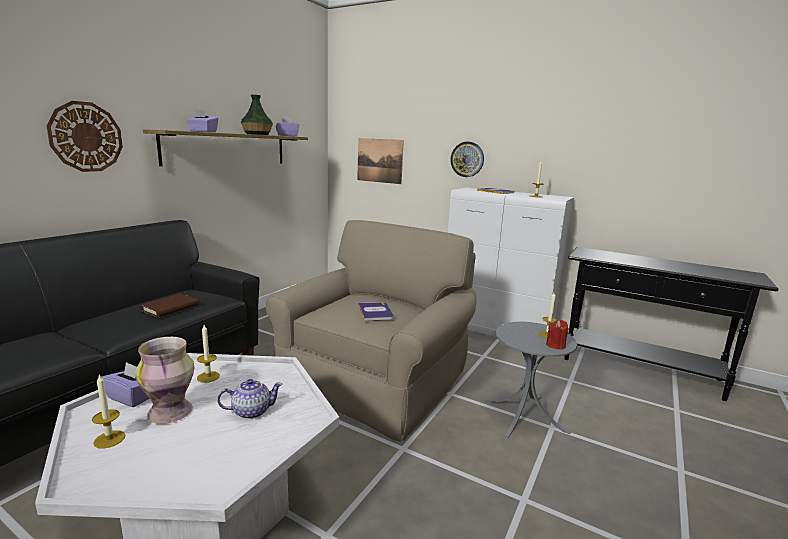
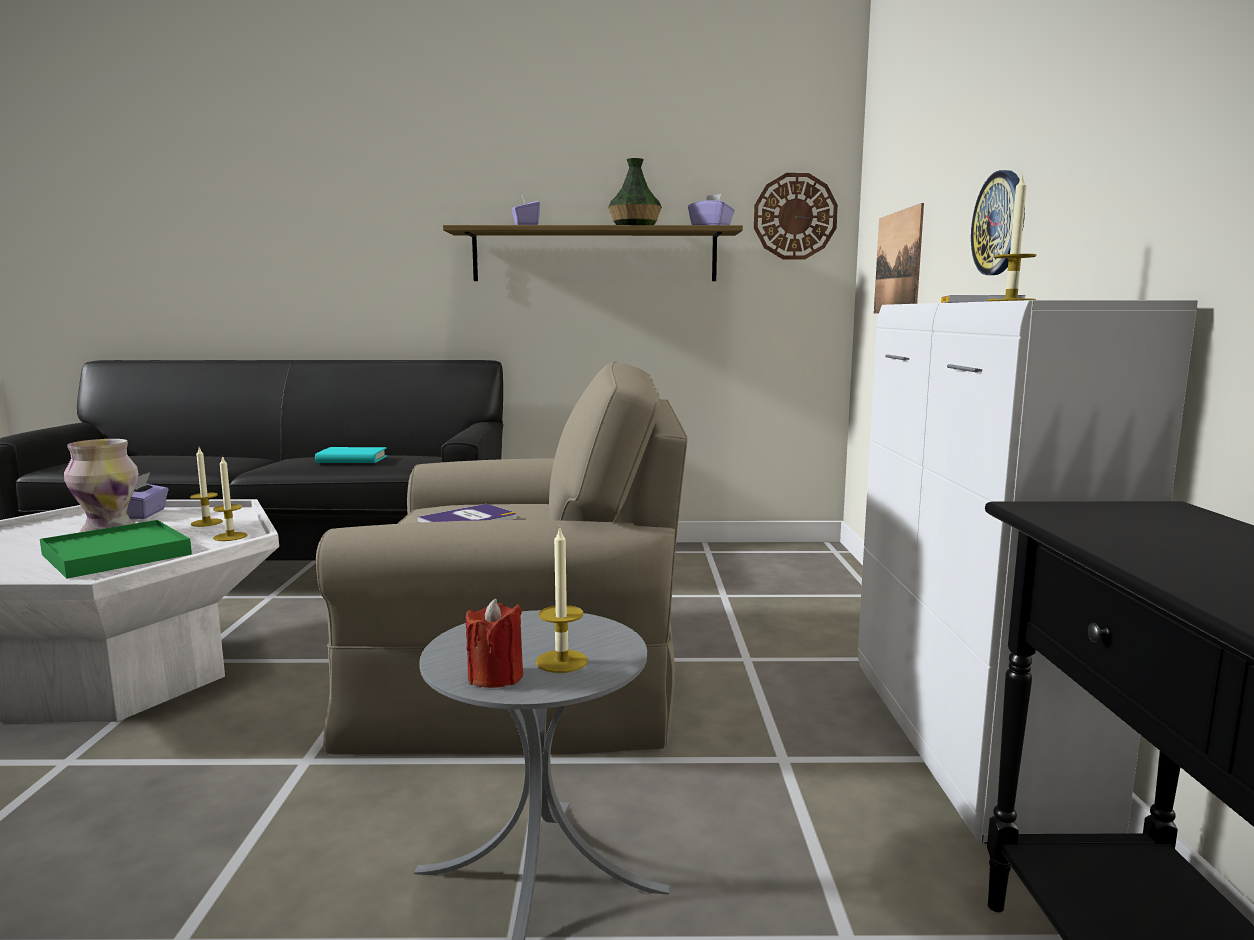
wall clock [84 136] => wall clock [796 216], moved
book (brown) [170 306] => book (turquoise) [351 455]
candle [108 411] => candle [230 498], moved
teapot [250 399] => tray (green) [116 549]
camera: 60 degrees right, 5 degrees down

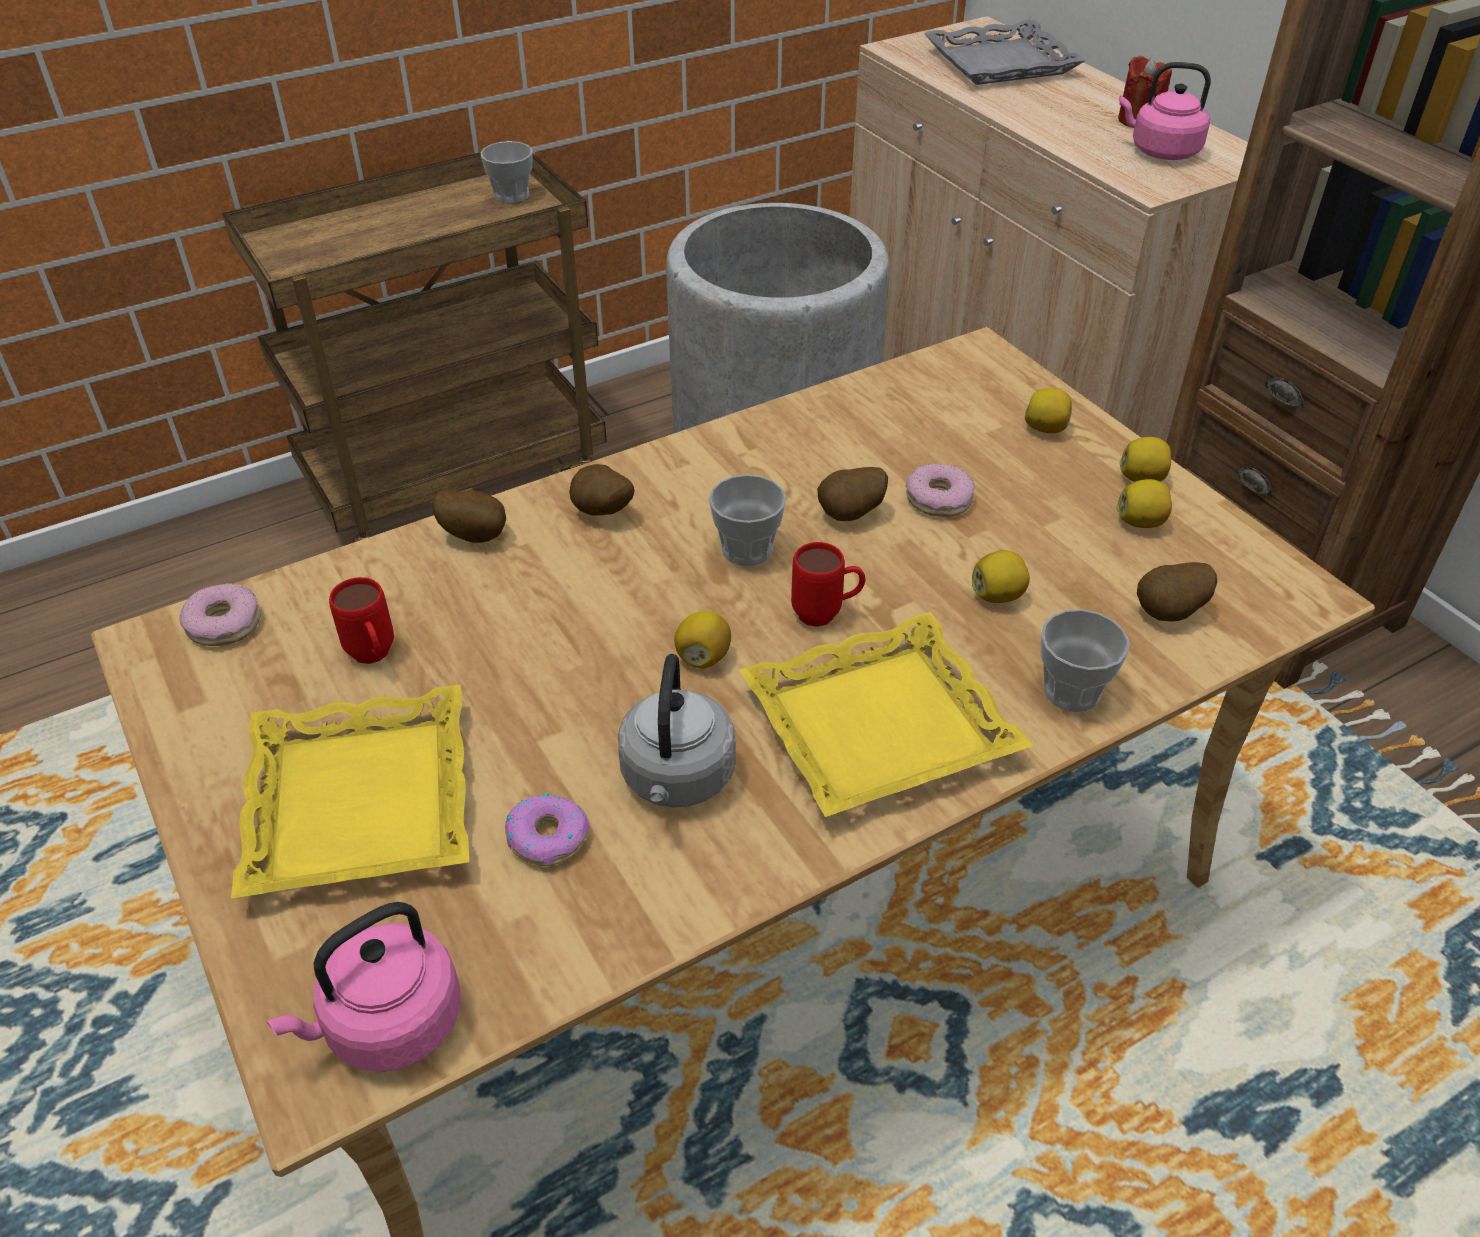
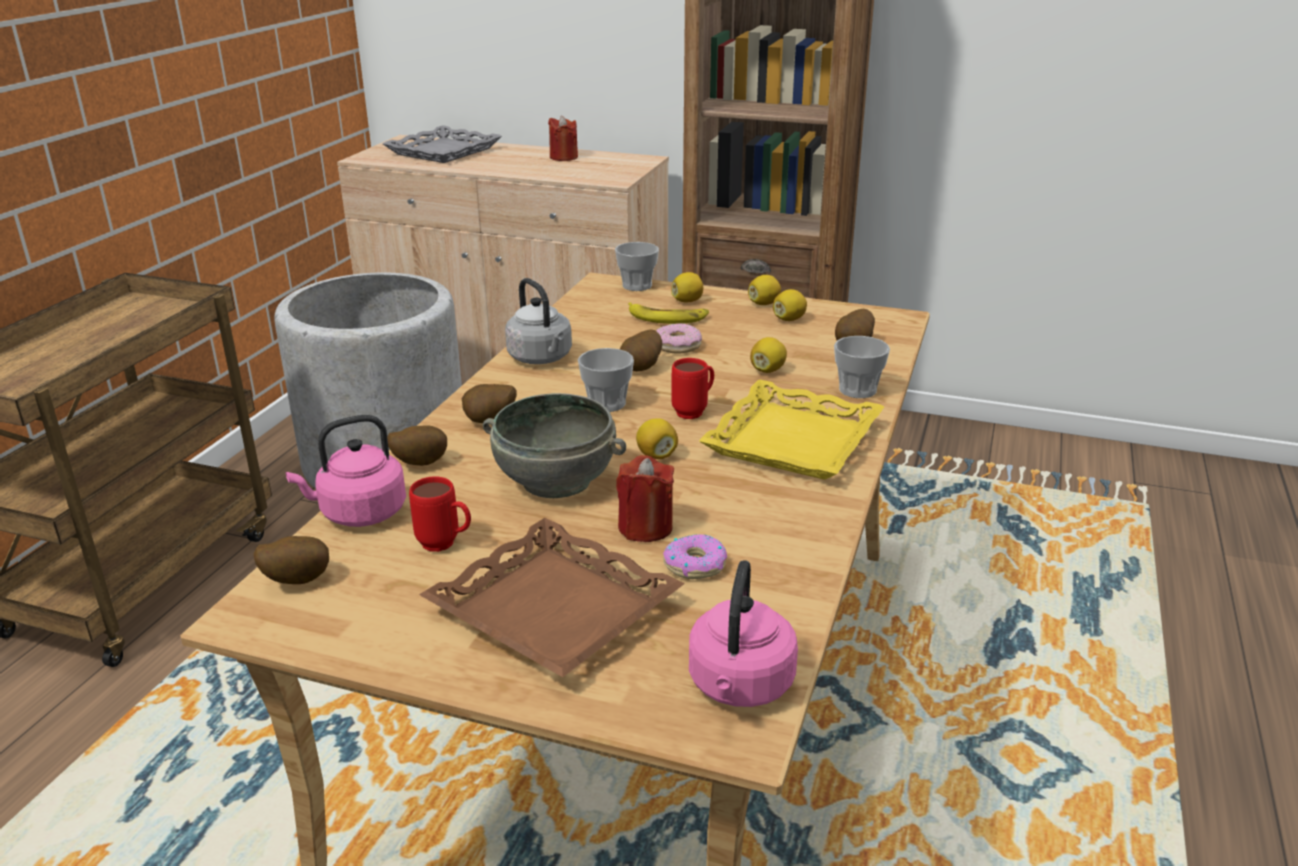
kettle (pink) [1165 111] => kettle (pink) [346 471], moved
cup [506 172] => cup [637 266], moved
donut [220 614] => potato [291 560]
kettle (grey) [677 730] => kettle (grey) [538 321], moved
tray (yellow) [350 791] => tray (brown) [552 597]
nothing => banana [668 313]
nothing => bowl (grey) [554 445]
nothing => candle (red) [645 498]
camera: 40 degrees left, 15 degrees down

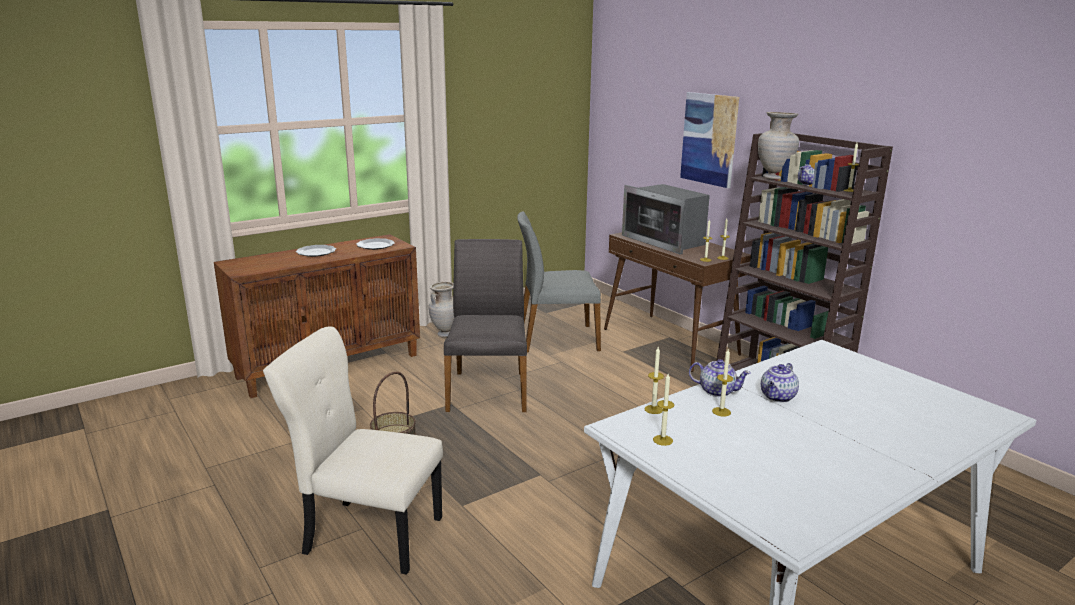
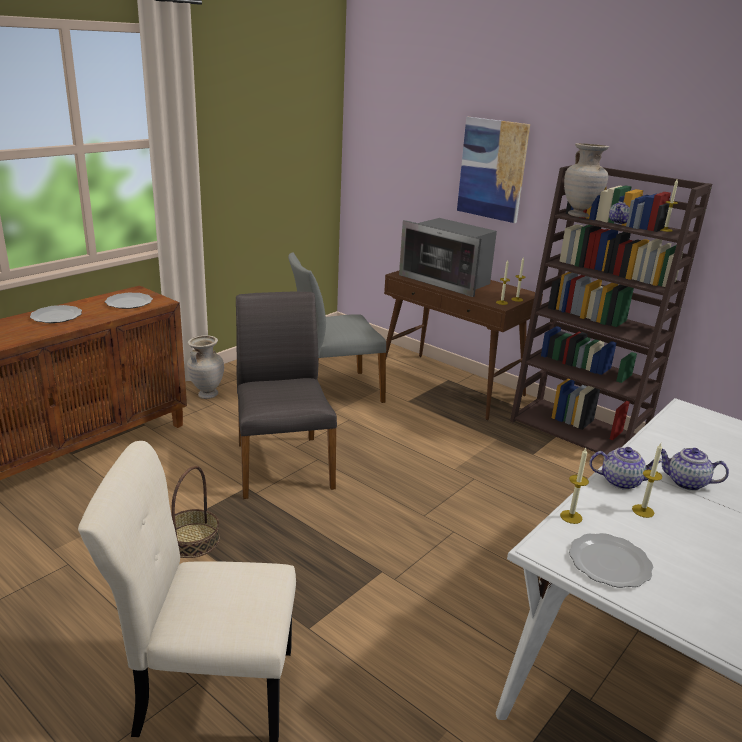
teapot [780 382] => teapot [695 469], 90 degrees clockwise
candle [664 410] => plate [611 560]
camera: 15 degrees left, 5 degrees up

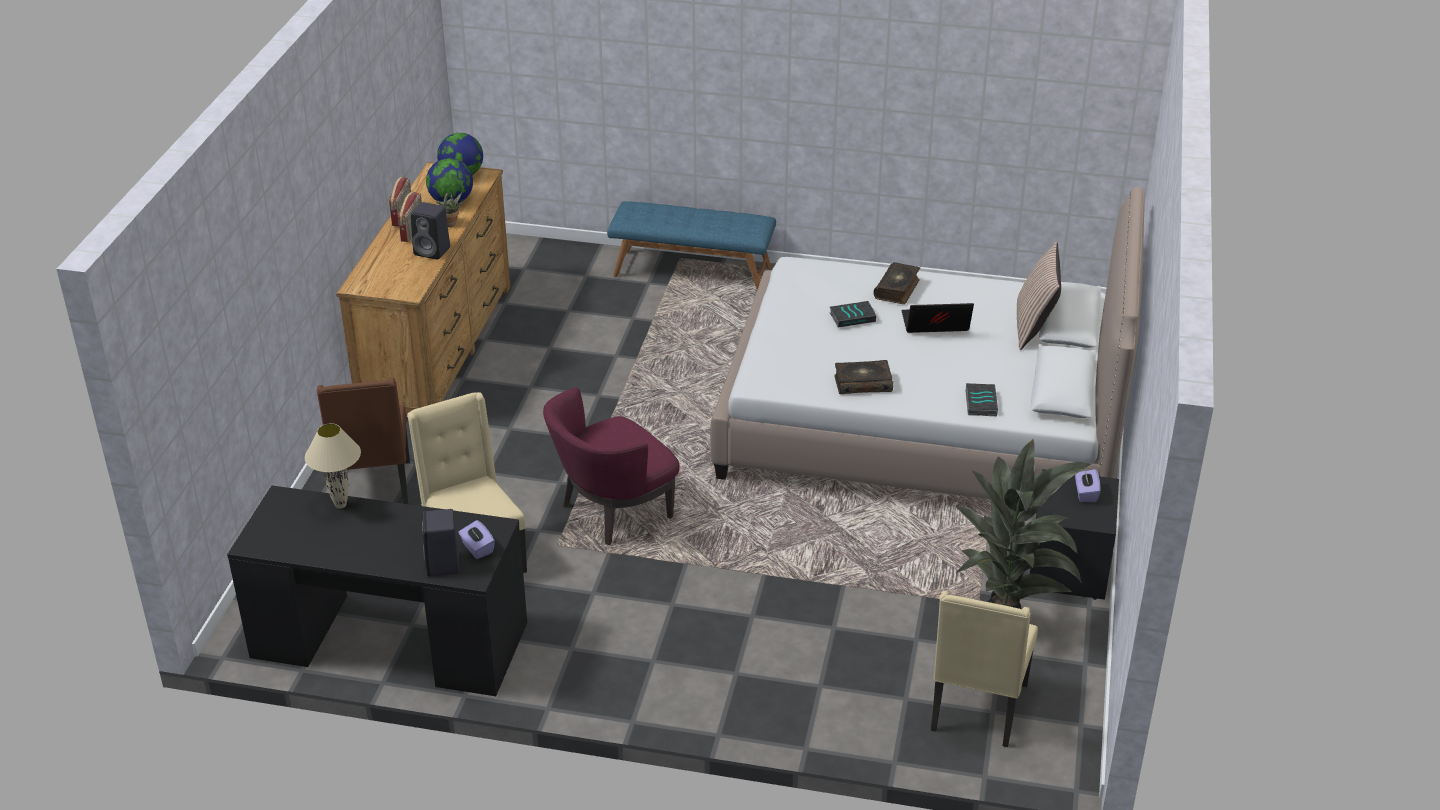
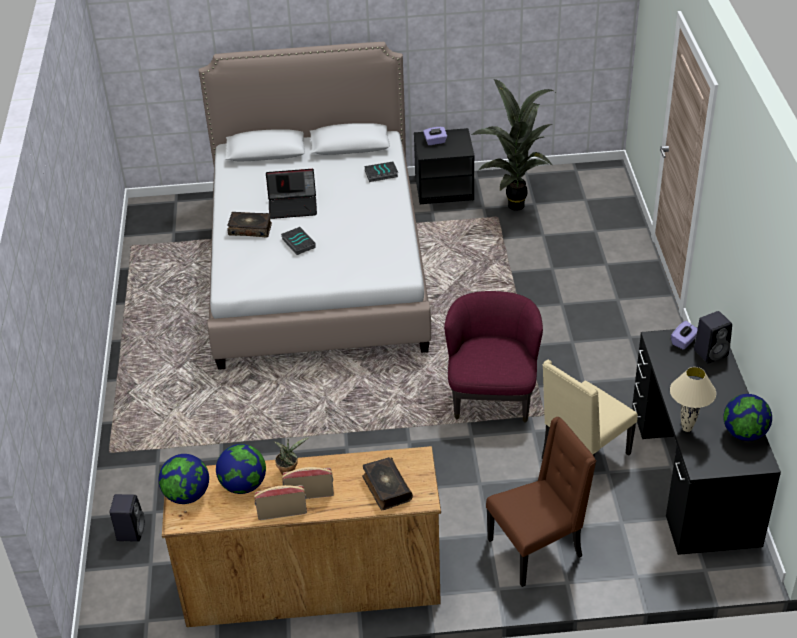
bench (blue) [691 245] => nothing
speaker (black) [430 231] => speaker (black) [127 518], moved
pillow [1039 296] => nothing
laptop [938 318] => laptop [291 194], 75 degrees counterclockwise
book [863 377] => book [387 483], moved
armchair (purple) [611 466] => armchair (purple) [493 357], 120 degrees counterclockwise
chair (beige) [984 669] => nothing
nothing => globe [747 417]
camera: 105 degrees left, 5 degrees up

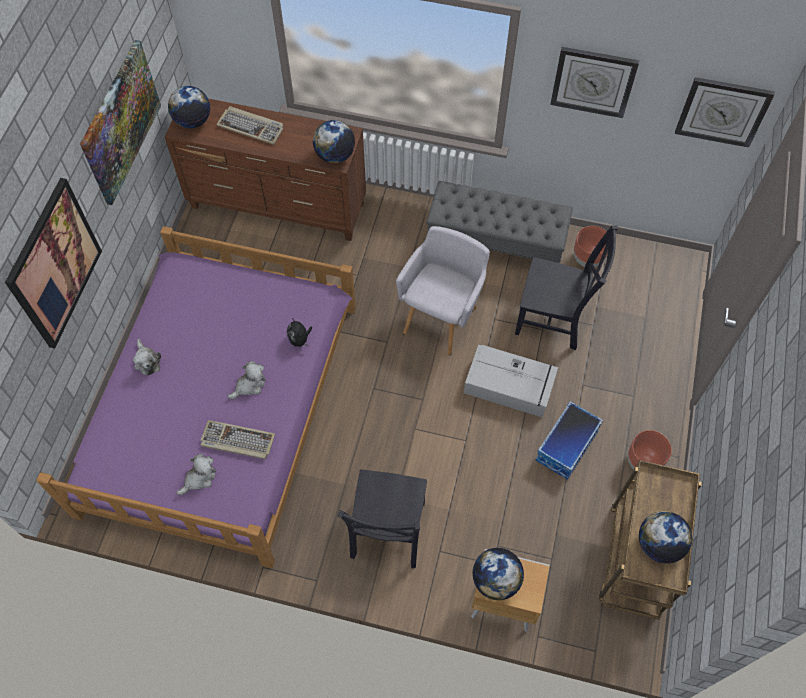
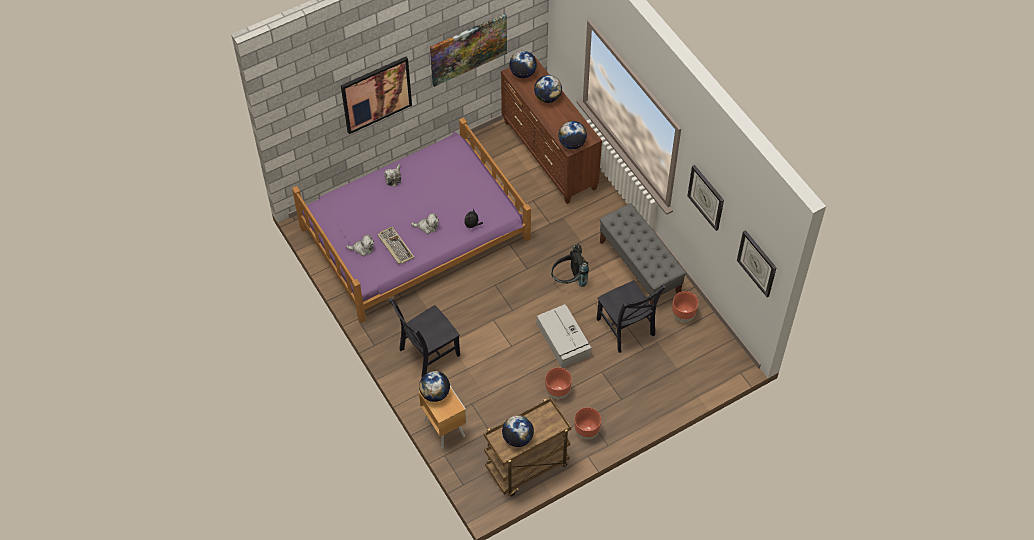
keyboard [249 125] => globe [548 89]
armchair (grey) [443 290] => backpack (black) [570 265]
storage box [569 440] => planter (brown) [558 383]
camera: 45 degrees right, 5 degrees down

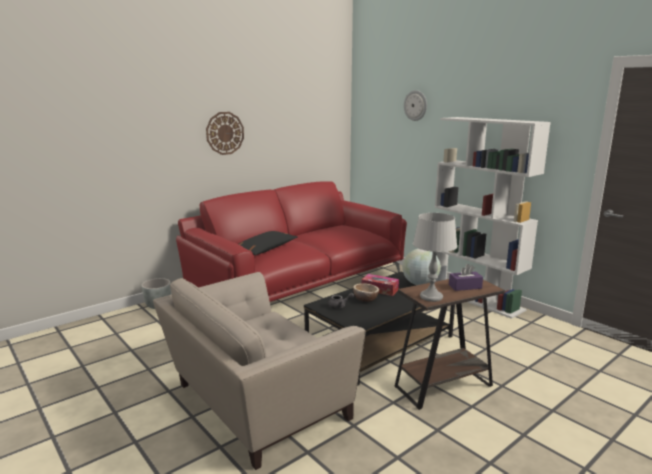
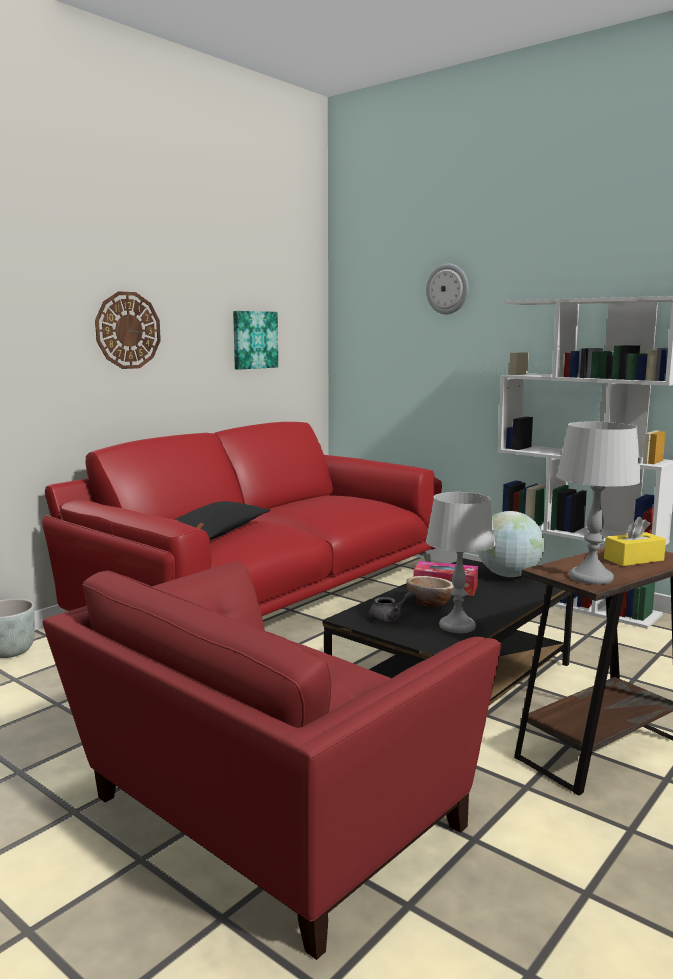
tissue box (purple) [466 277] => tissue box (yellow) [635 541]
armchair (beige) [259 371] => armchair (red) [271 761]
nothing => picture [255 340]
nothing => table lamp (grey) [461 562]
camera: 10 degrees left, 5 degrees down

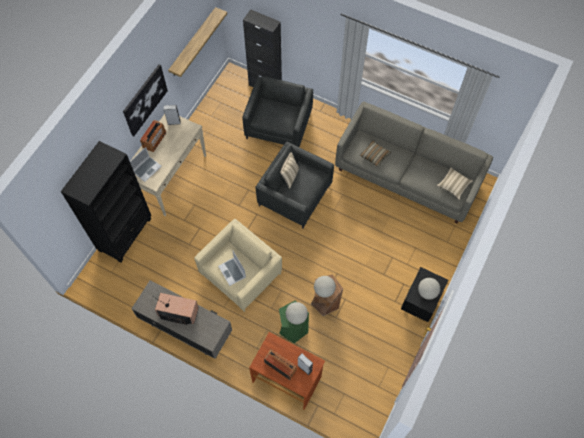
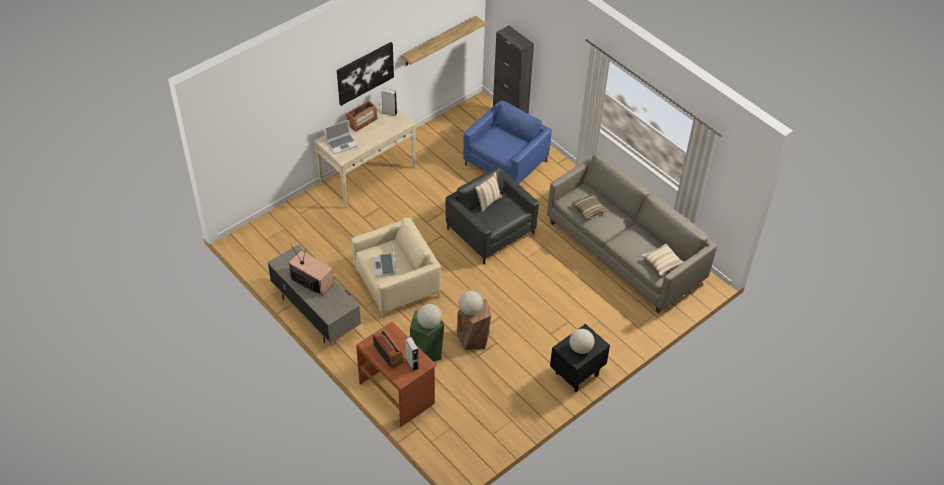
armchair (grey) [278 111] => armchair (blue) [507 142]
bookcase (black) [106 201] => nothing
camera: 20 degrees right, 15 degrees down

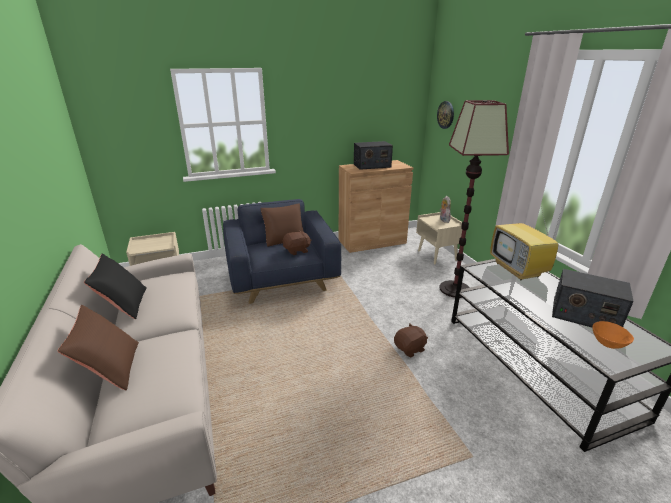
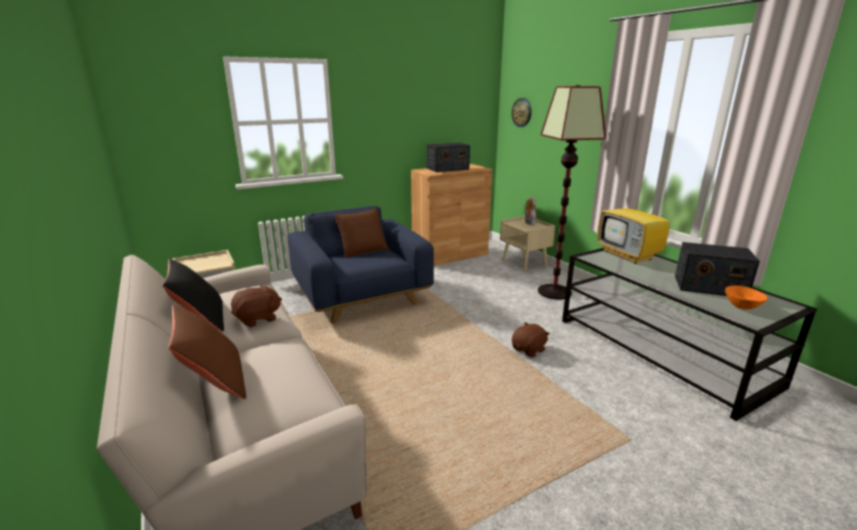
plush toy (brown) [297 242] => plush toy (brown) [256 305], moved
camera: 10 degrees left, 5 degrees down

